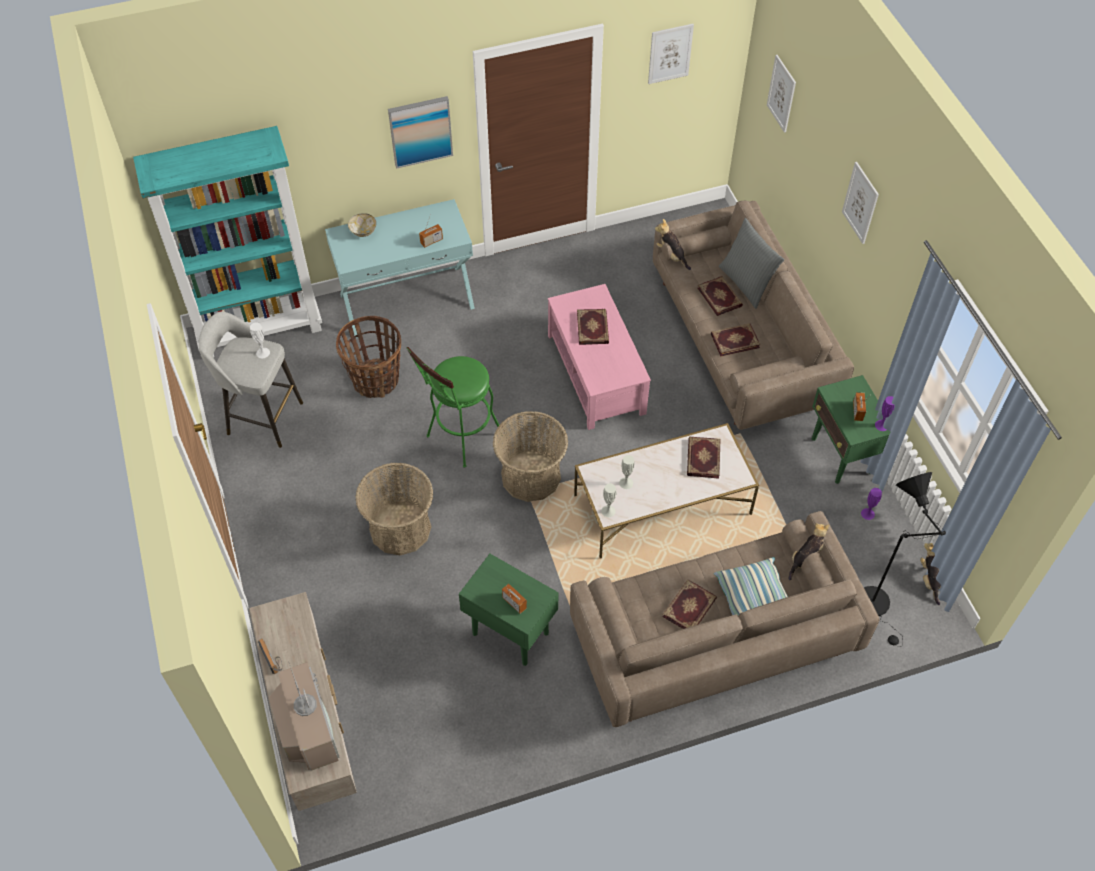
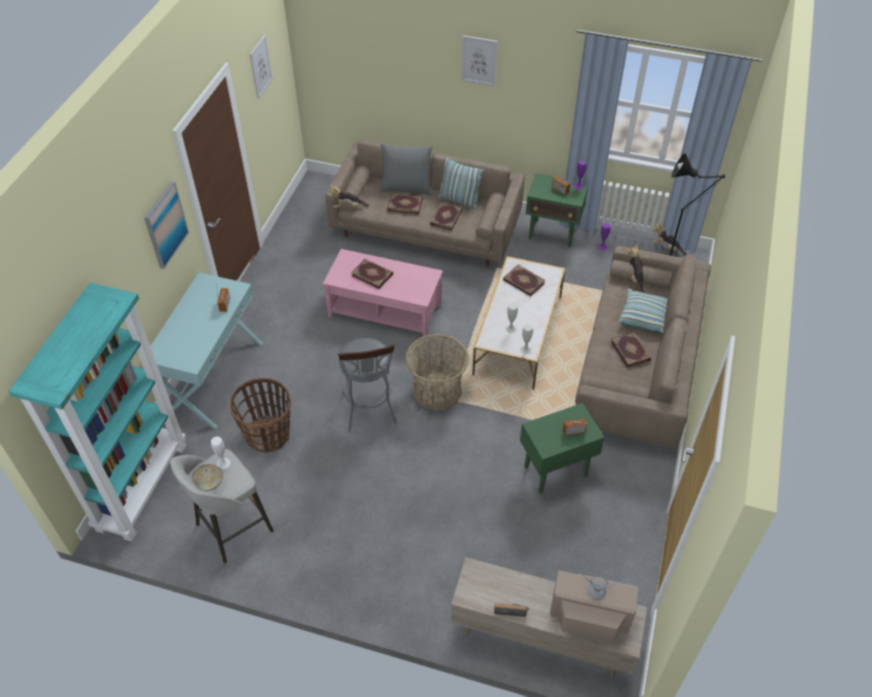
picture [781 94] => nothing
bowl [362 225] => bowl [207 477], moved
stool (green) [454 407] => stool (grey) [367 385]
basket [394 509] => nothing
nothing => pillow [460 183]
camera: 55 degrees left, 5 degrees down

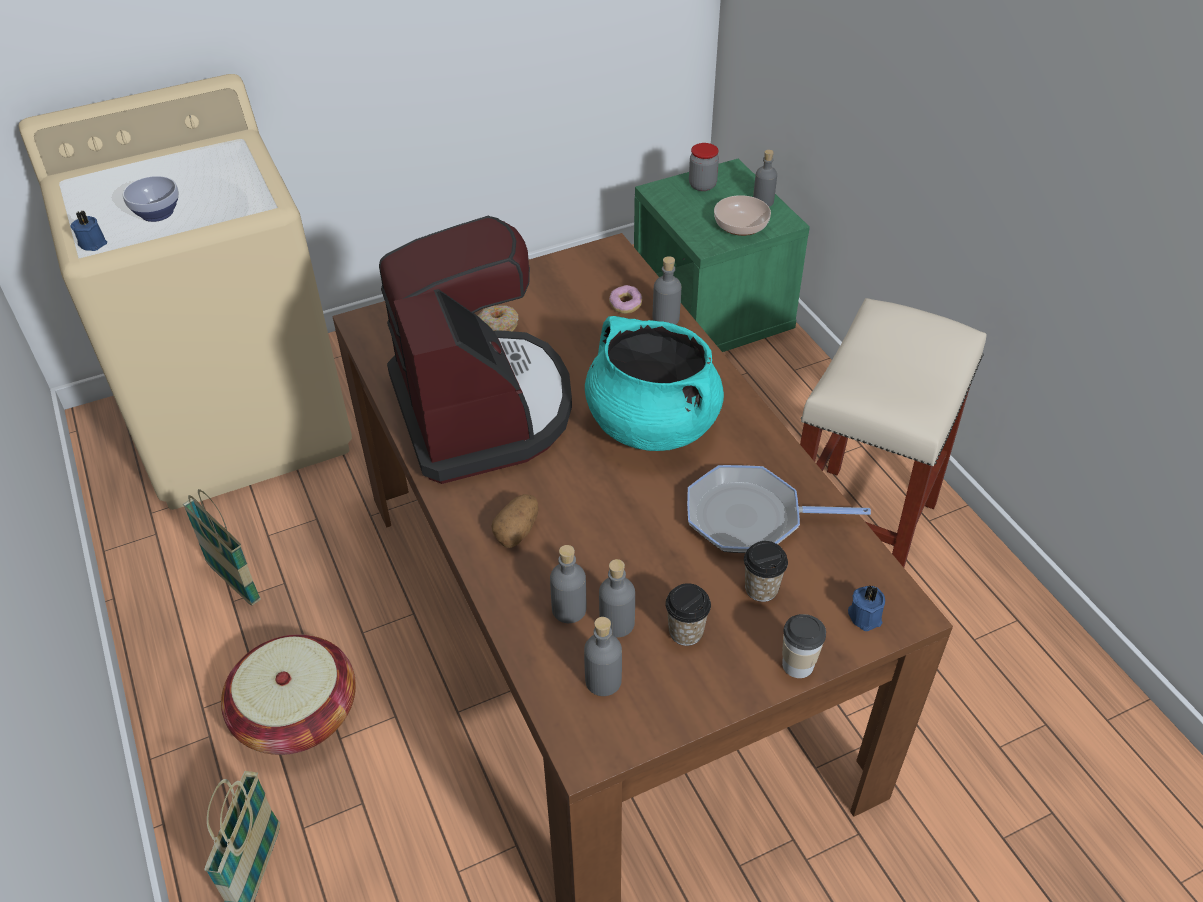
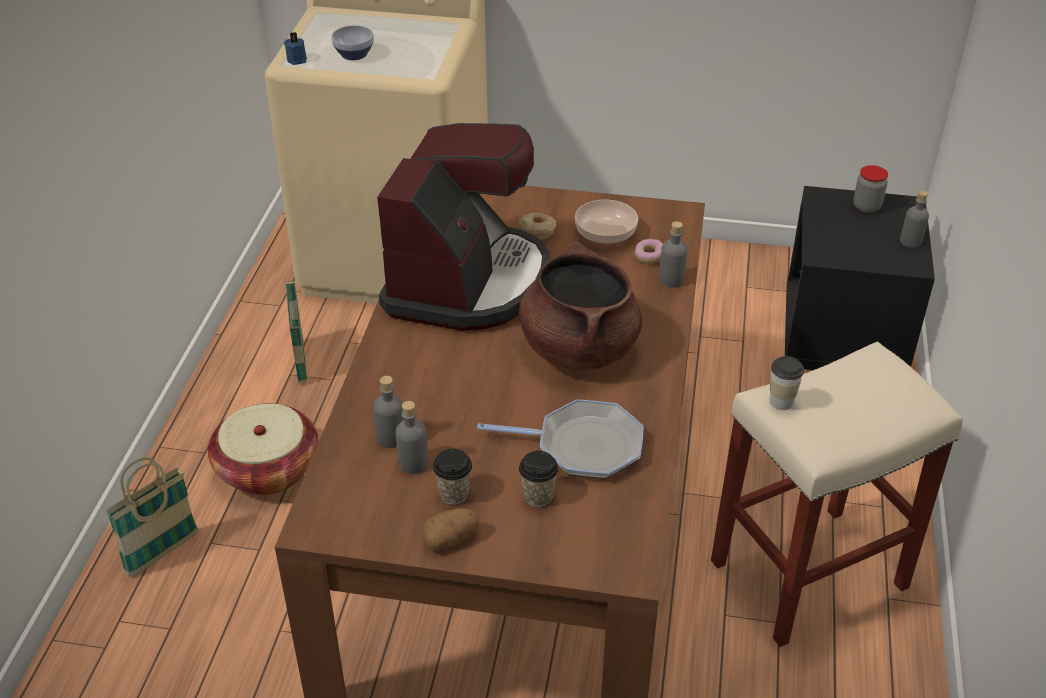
nightstand (green) [722 255] => nightstand (black) [860 278]
bowl [742 215] => bowl [606 221], moved
cooking pot (turquoise) [654 383] => cooking pot (brown) [580 305]
frying pan [779 509] => frying pan [560 439], 150 degrees clockwise
potato [515 521] => potato [450 529], moved
candle (blue) [866 608] => nothing
cup [804 646] => cup [786 383], moved
bottle (grey) [603 656] => nothing
camera: 35 degrees right, 5 degrees down

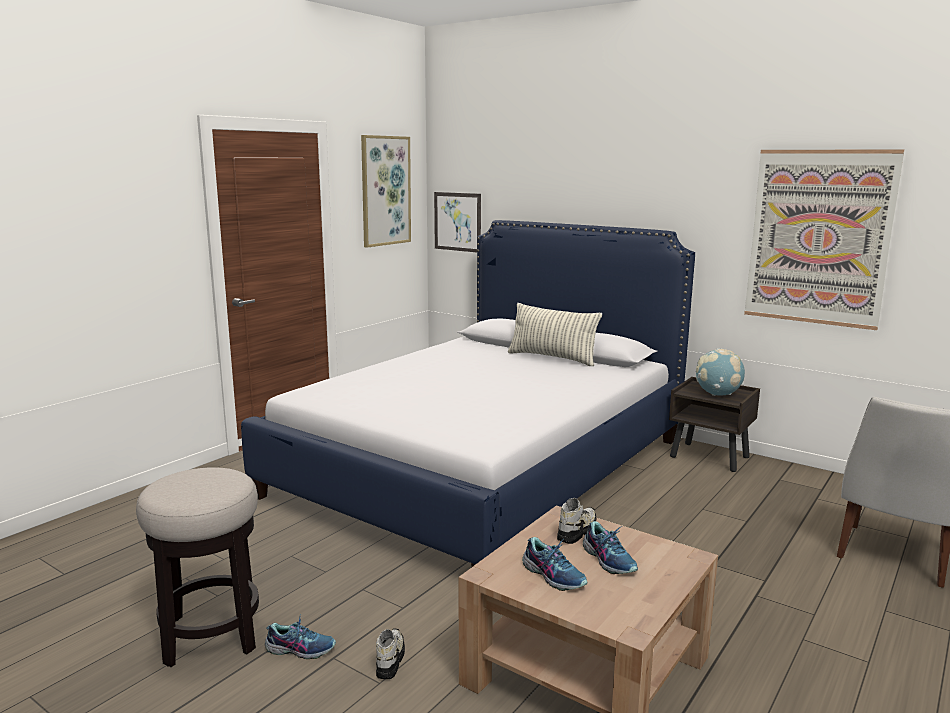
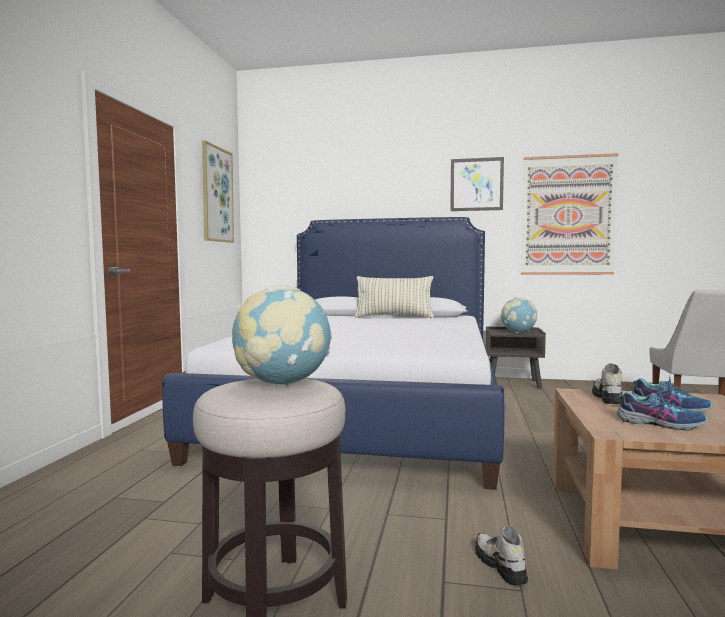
picture [457 222] => picture [477 184], moved
shoe [300 636] => nothing
nothing => globe [282 335]
camera: 25 degrees left, 10 degrees down

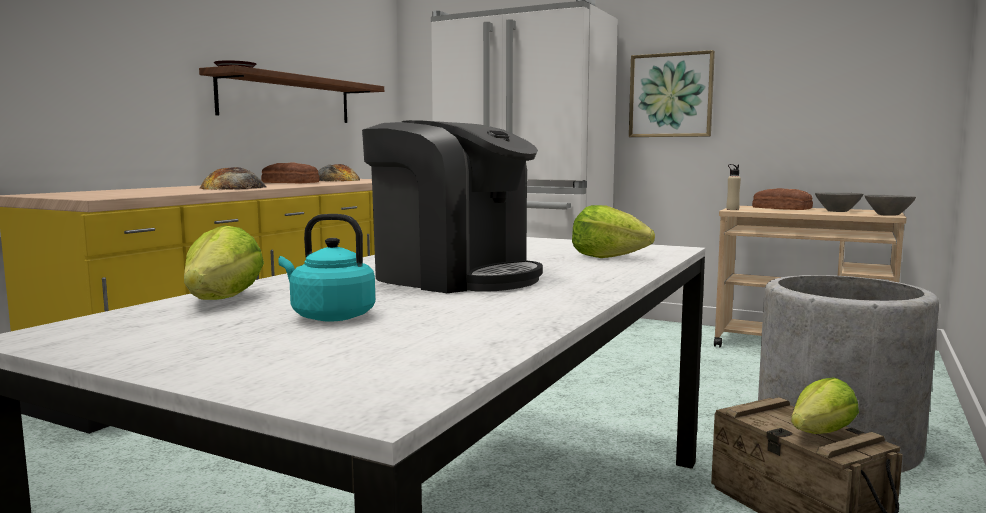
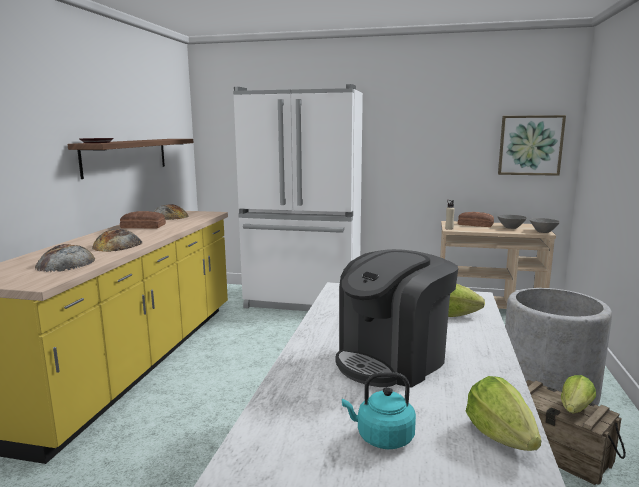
picture [672 93] => picture [532 145], moved
coffee machine [452 206] => coffee machine [397 318], 120 degrees clockwise
lettuce [224 262] => lettuce [503 413], moved
nothing => bread [65 258]
camera: 15 degrees left, 5 degrees up

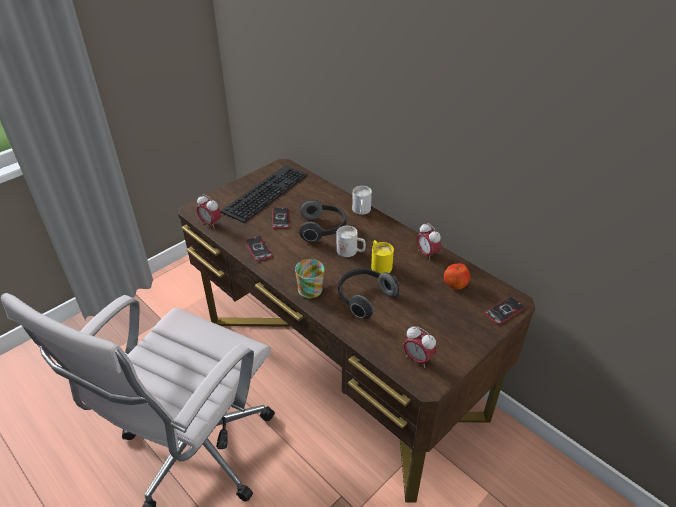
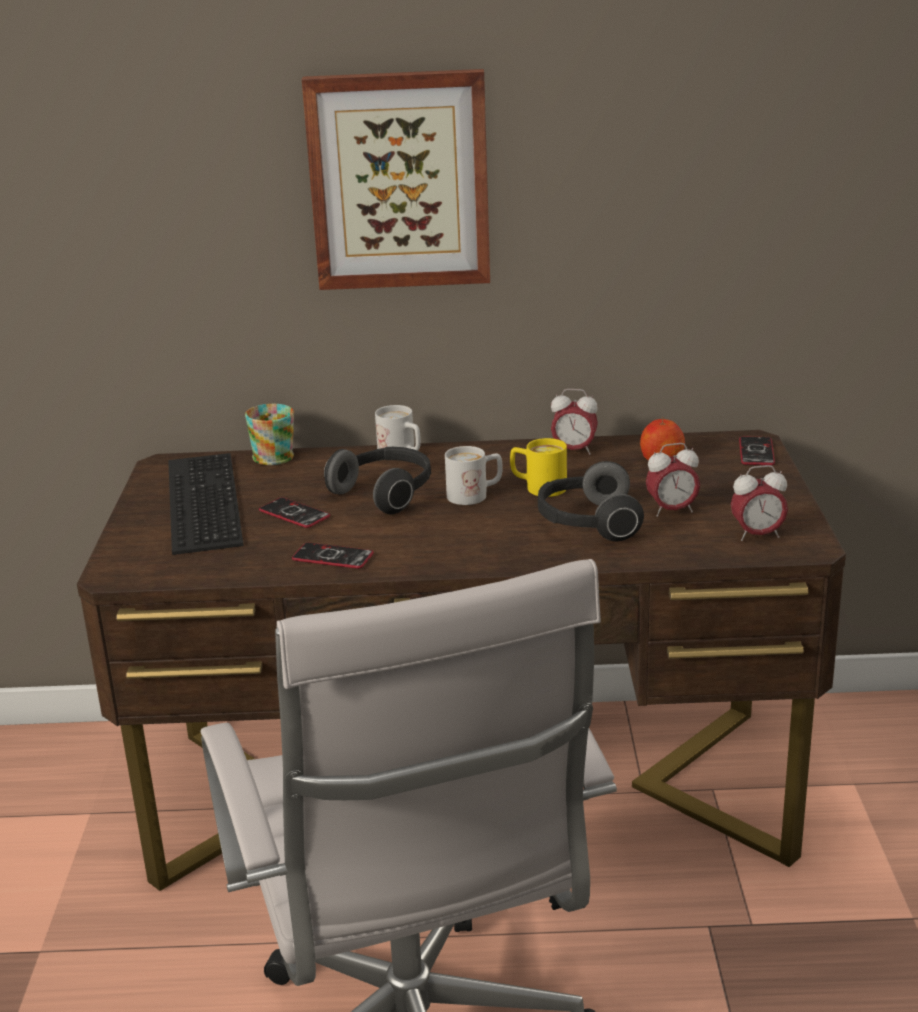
alarm clock [209 211] => alarm clock [673 480], moved
mug [310 278] => mug [269 434], moved
nothing => picture [396 179]
camera: 45 degrees left, 15 degrees down

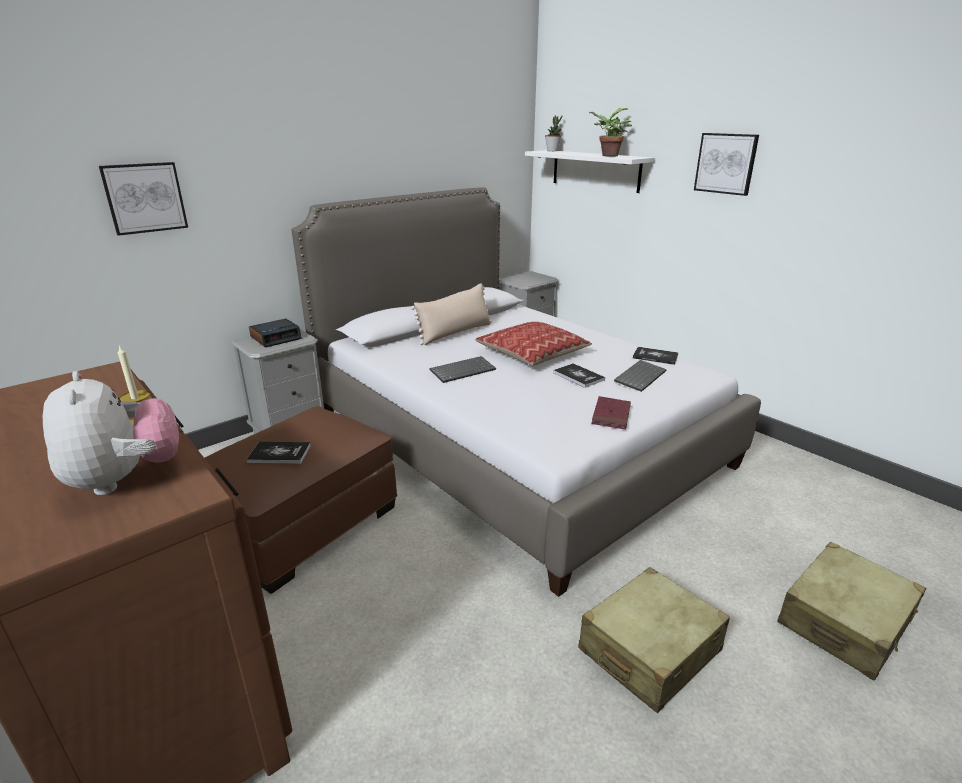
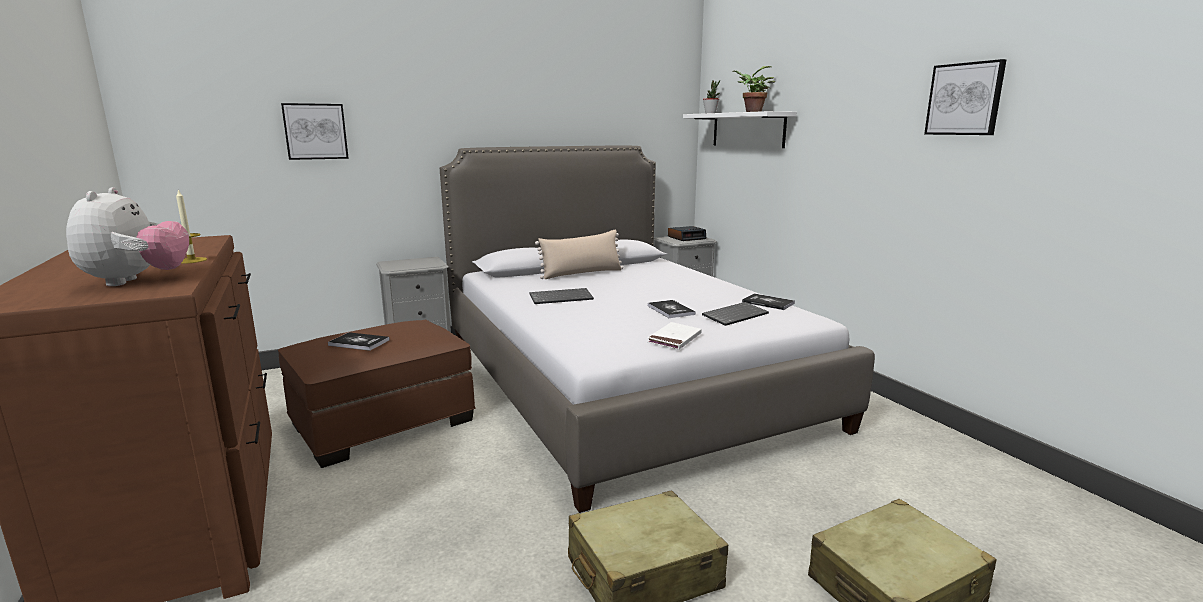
picture [726 164] => picture [965 97], moved
alarm clock [275 333] => alarm clock [687 233], moved
pillow [533 344] => nothing
book (red) [611 413] => book (white) [675 336]
camera: 15 degrees right, 10 degrees down

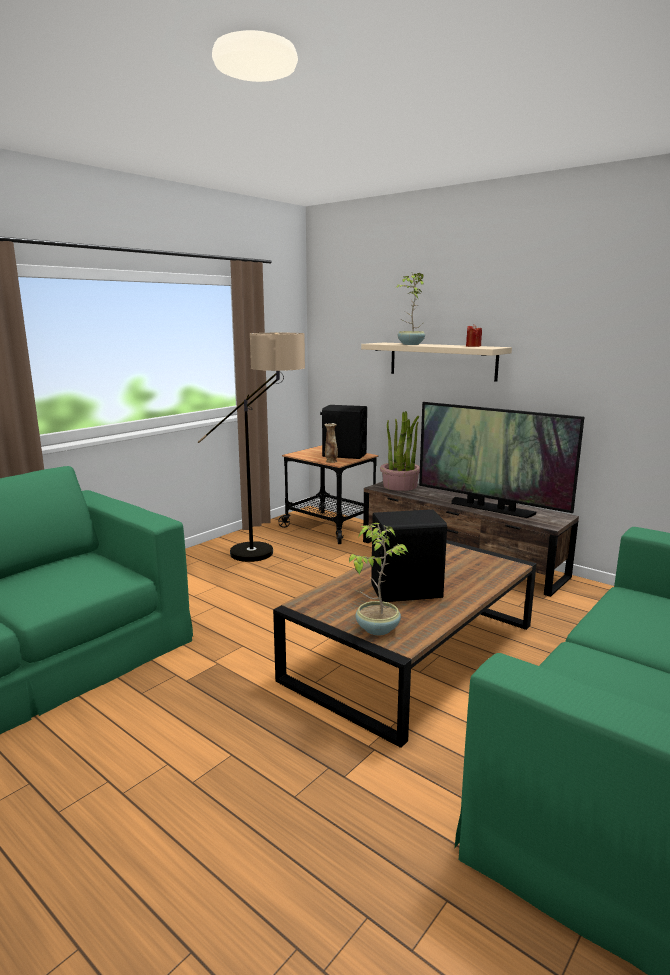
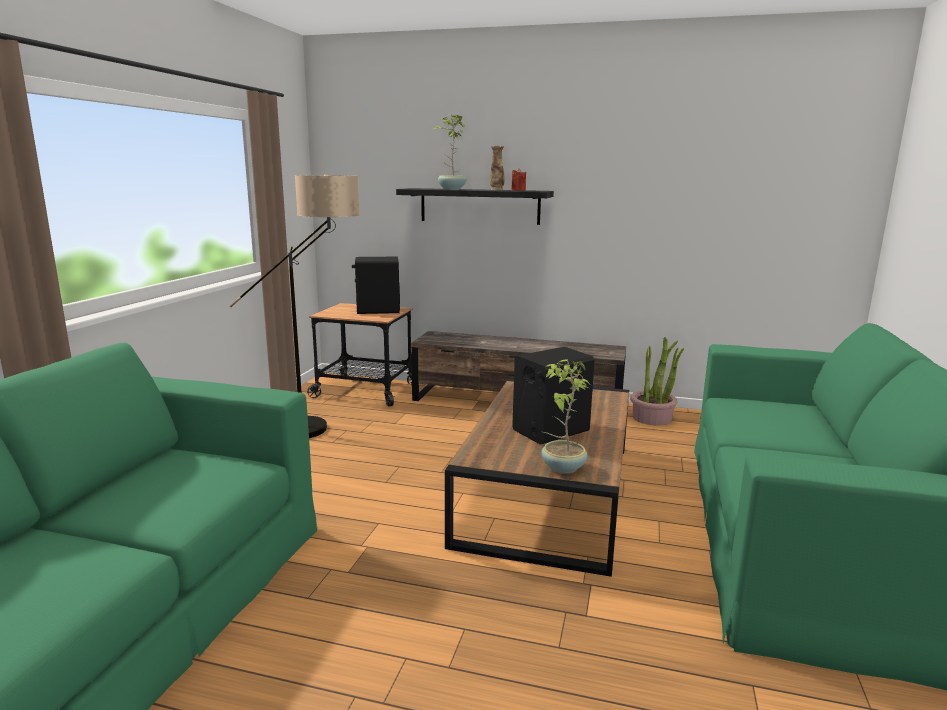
shelf (beige) [436 362] => shelf (black) [475 206]
television [501 460] => nothing
potted plant [400 451] => potted plant [657 381], moved
vase [331 443] => vase [497 168], moved
camera: 25 degrees left, 0 degrees up

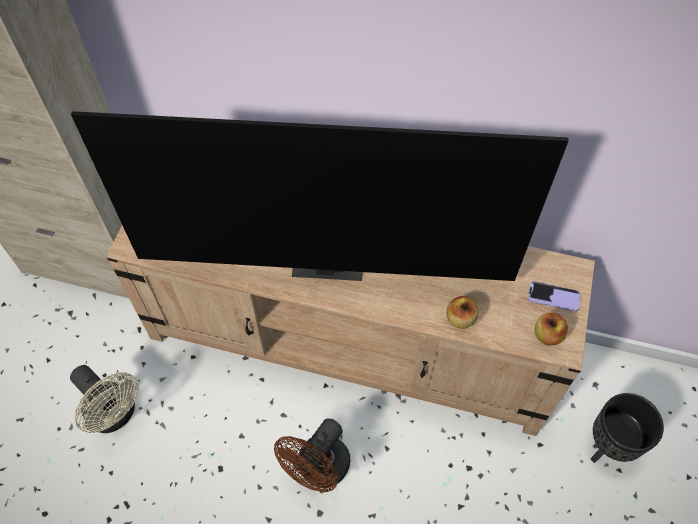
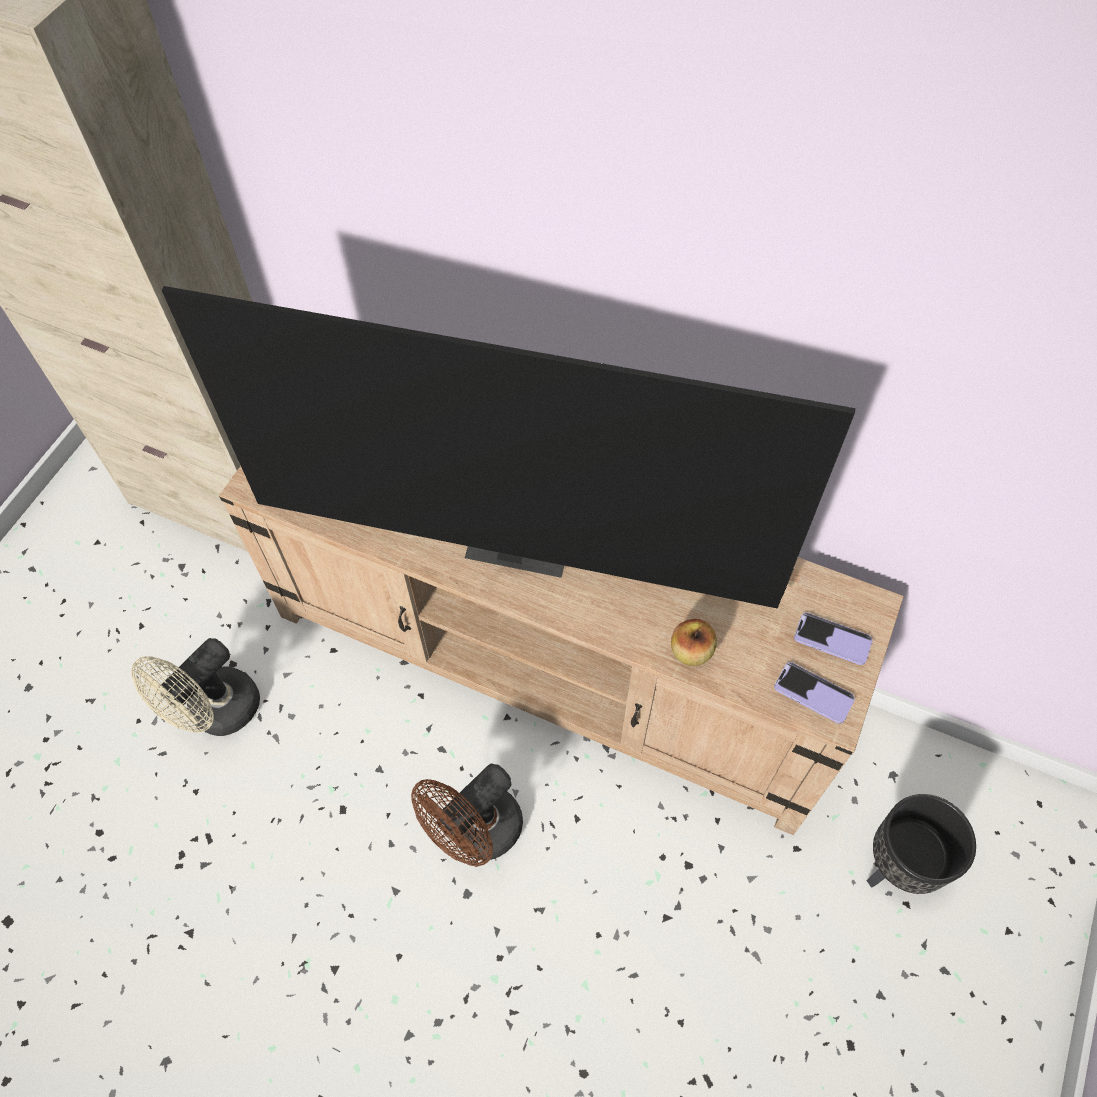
apple [551 329] => phone [814 692]
fan (beige) [104 399] => fan (beige) [195 687], 75 degrees clockwise
camera: 10 degrees right, 0 degrees up

